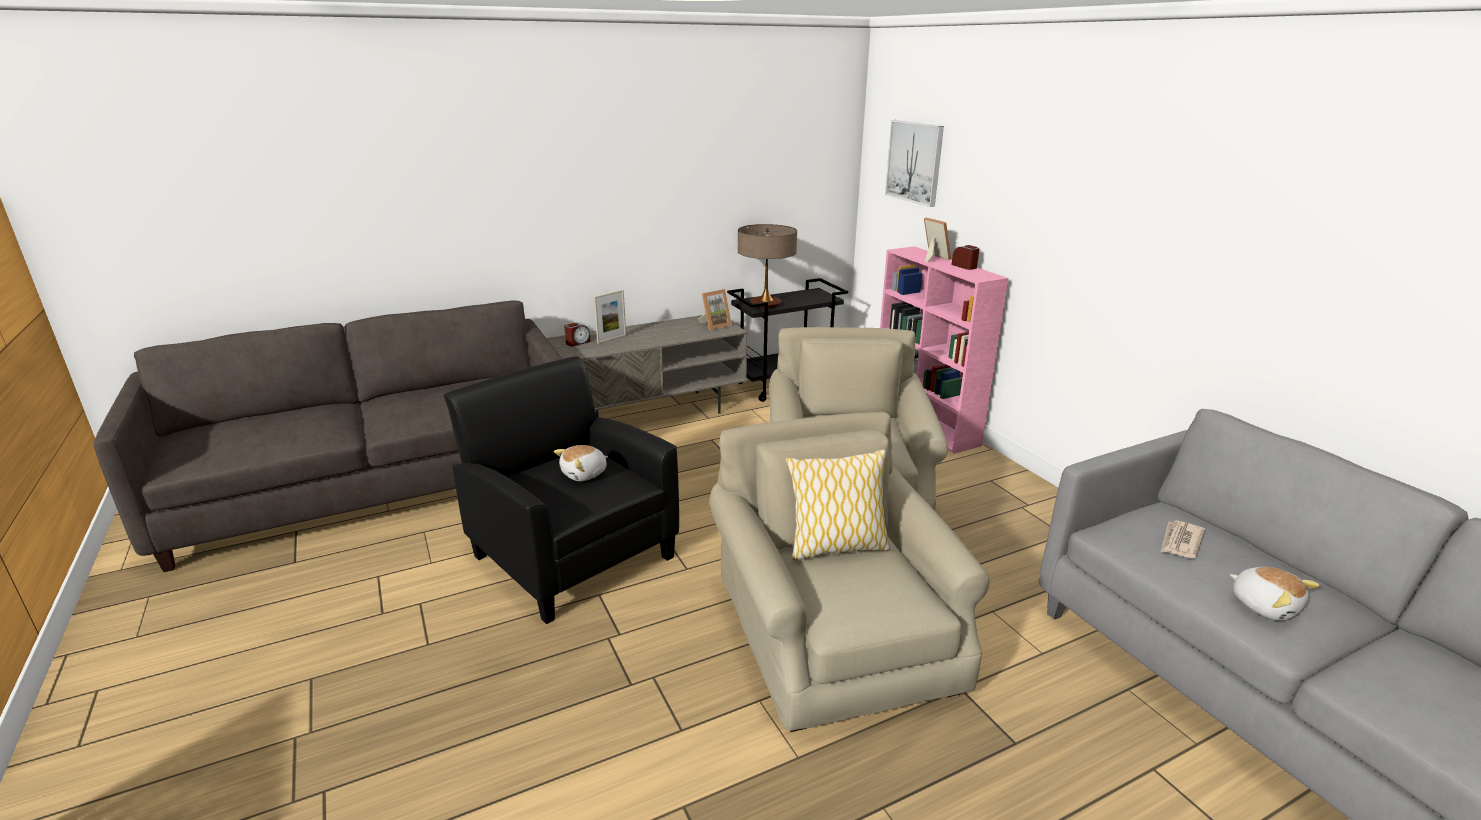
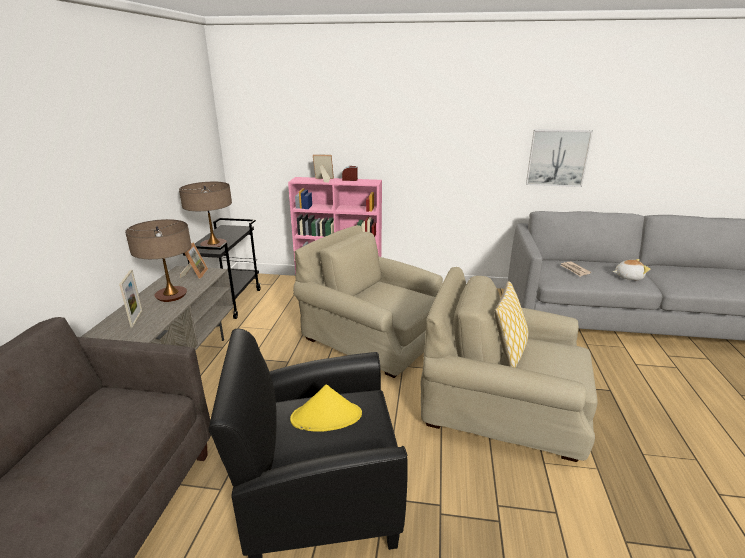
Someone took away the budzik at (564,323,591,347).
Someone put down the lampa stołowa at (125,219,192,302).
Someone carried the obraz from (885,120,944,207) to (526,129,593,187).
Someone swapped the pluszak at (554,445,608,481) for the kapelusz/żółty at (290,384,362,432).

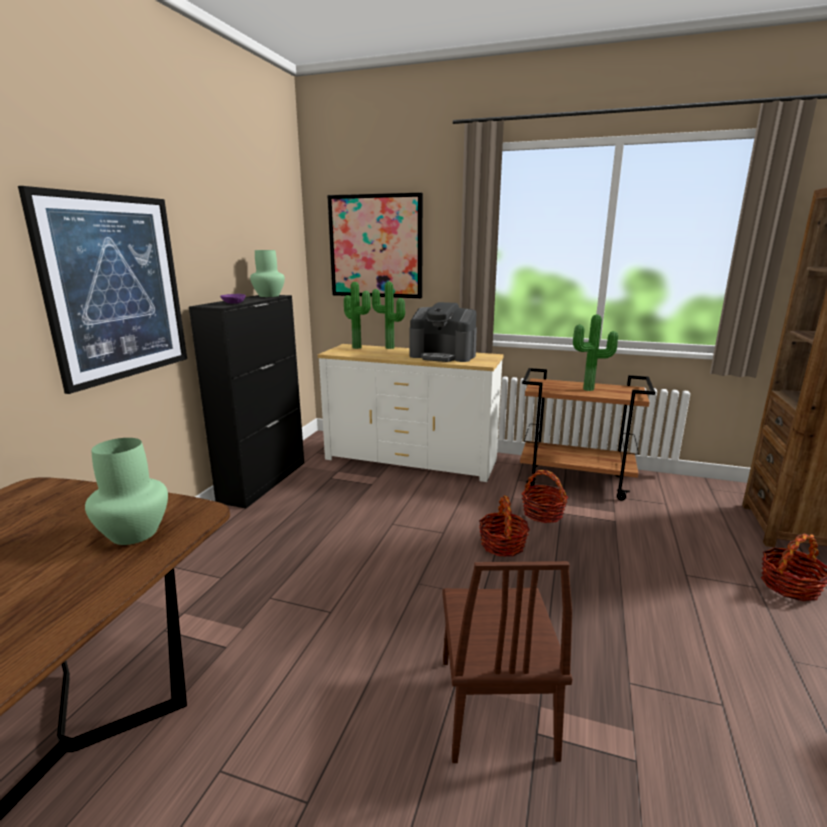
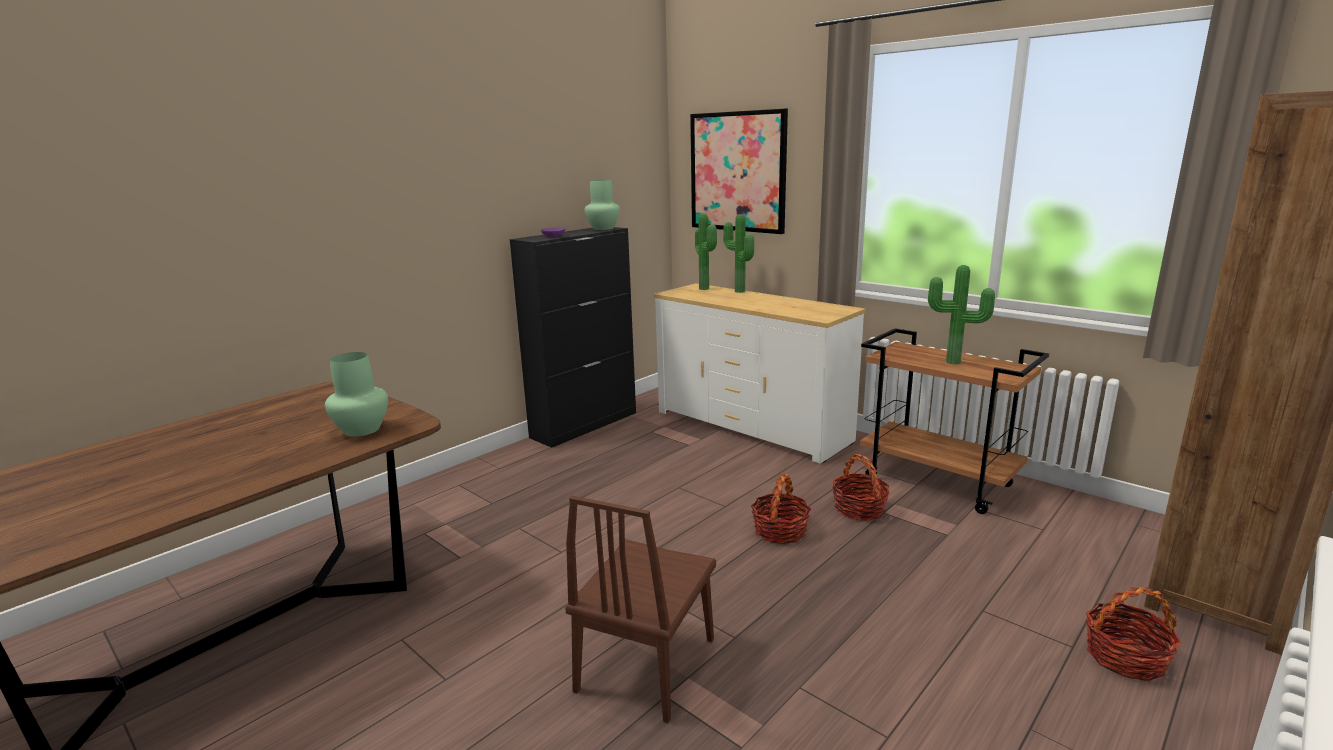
Someone took away the obraz at (18,186,187,394).
Someone took away the ekspres do kawy at (409,302,477,362).

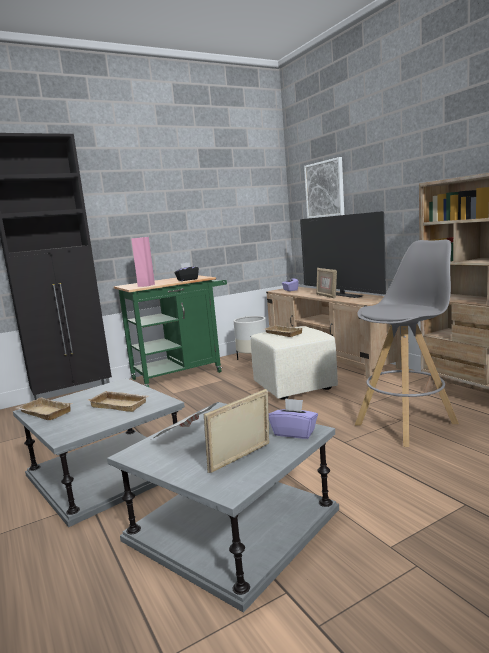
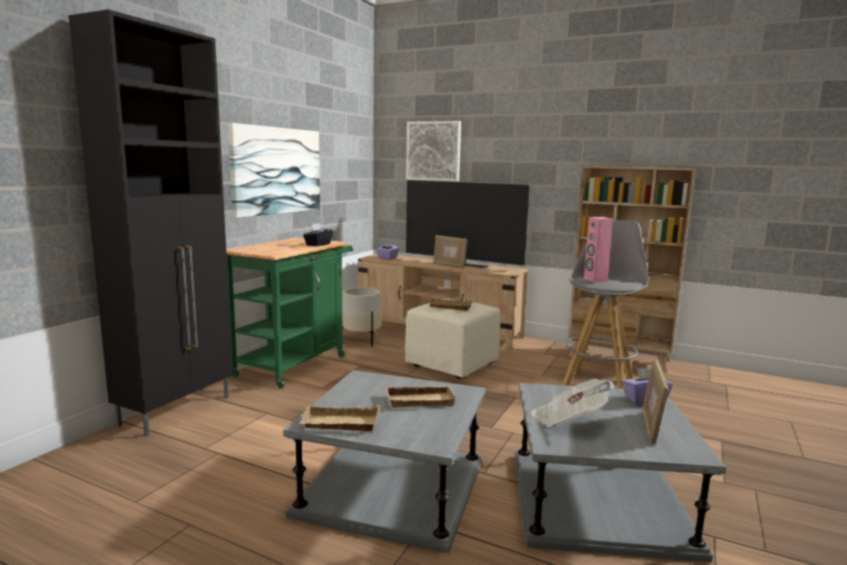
Someone put up the obraz at (228,123,320,218).
Someone carried the głośnik/różowy from (131,237,155,287) to (584,217,613,282).

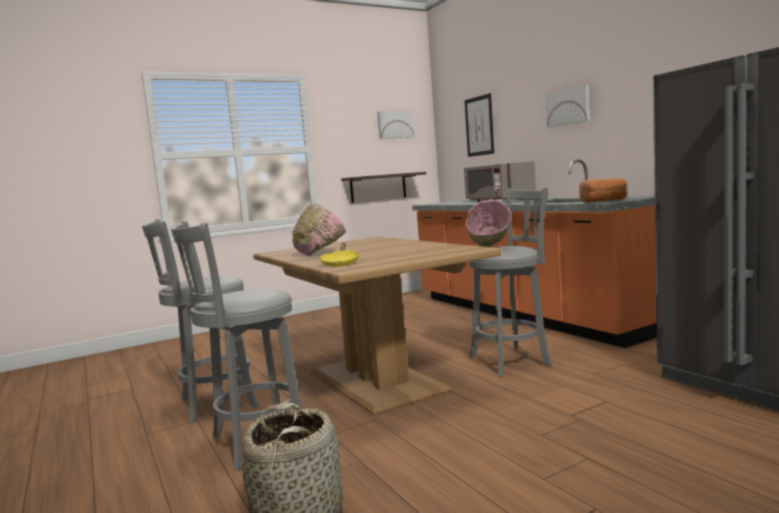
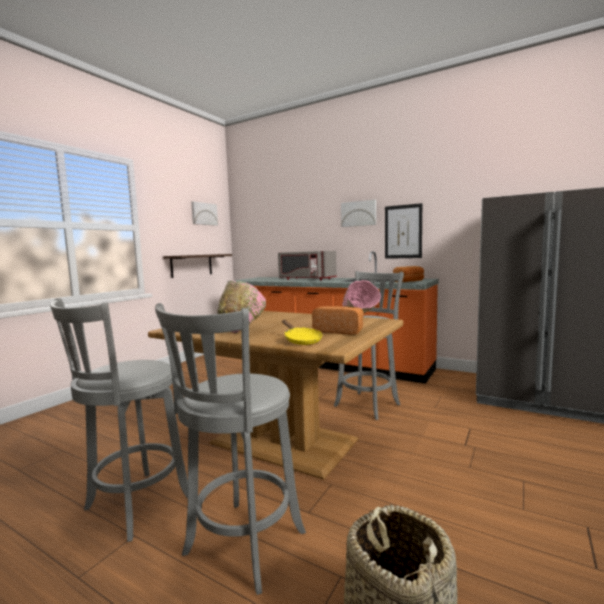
Someone put down the chleb at (312,306,364,335).
Someone carried the obraz from (464,93,494,157) to (385,203,422,259).

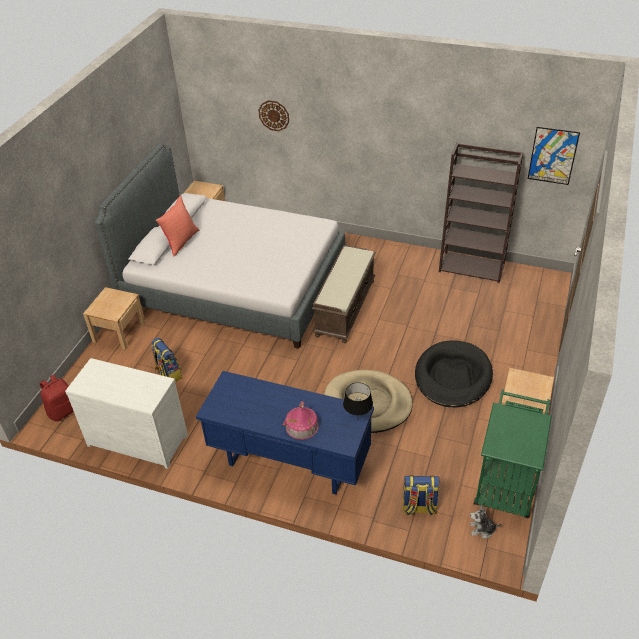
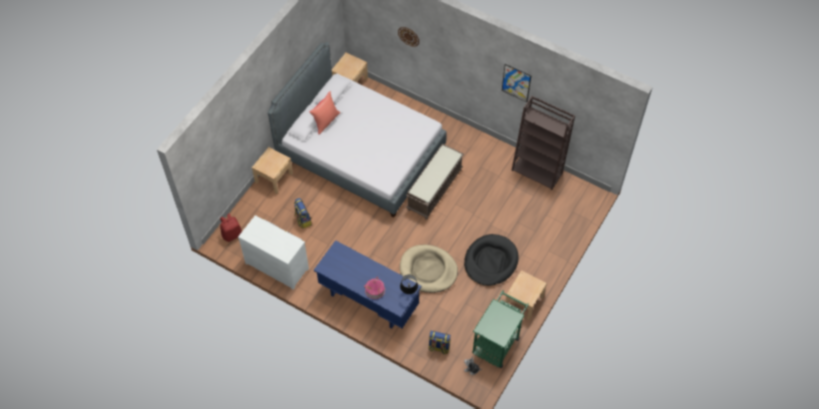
Someone carried the obraz from (528,127,580,185) to (502,64,531,102).

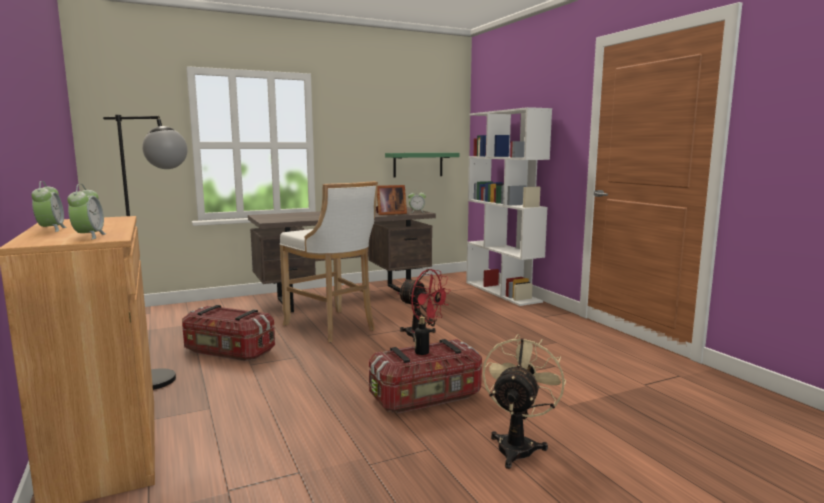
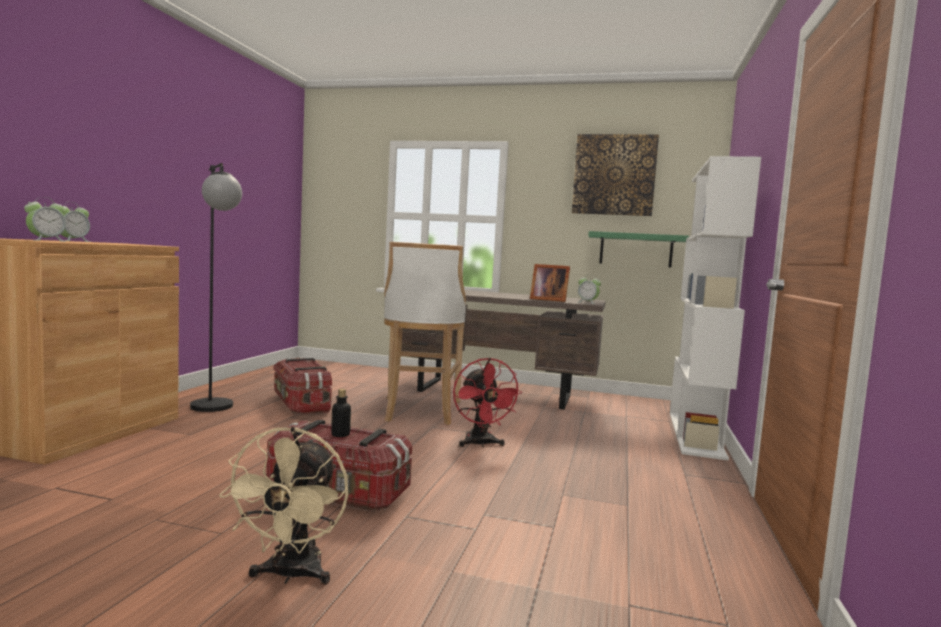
Someone put up the obraz at (572,134,659,216).
Someone rotated the wentylator/beżowy at (482,334,566,469) by 120 degrees clockwise.

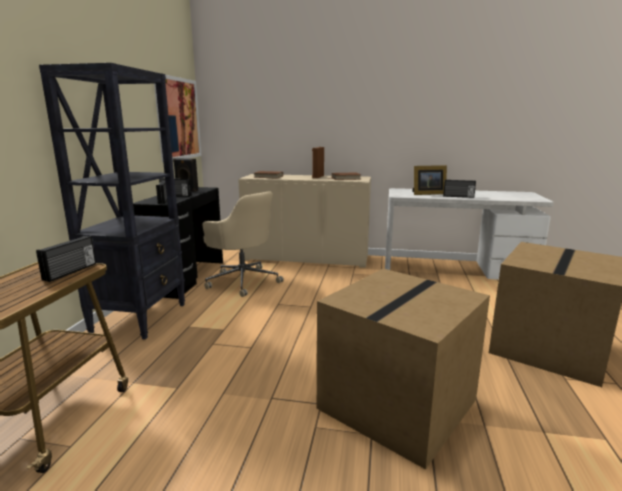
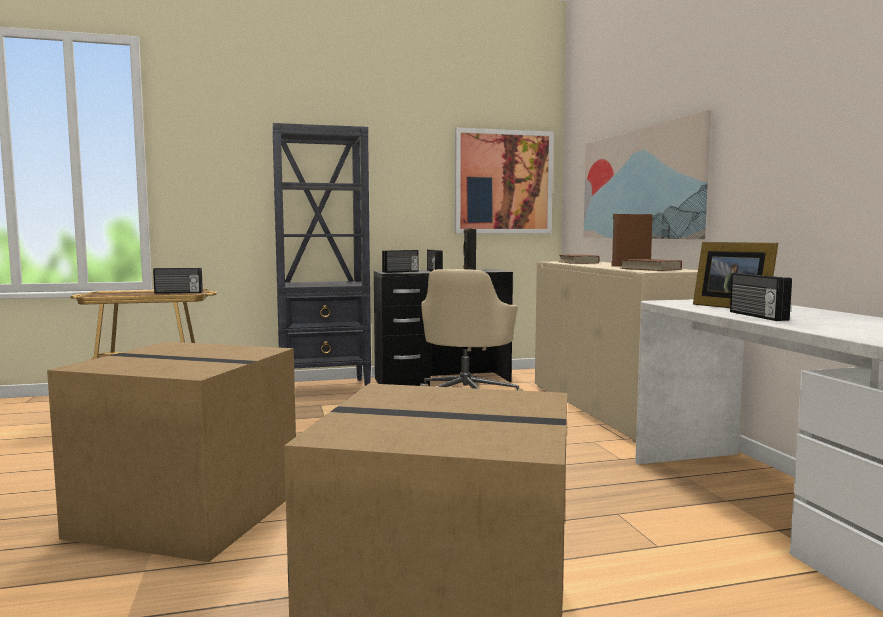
Someone put up the obraz at (583,110,711,239).

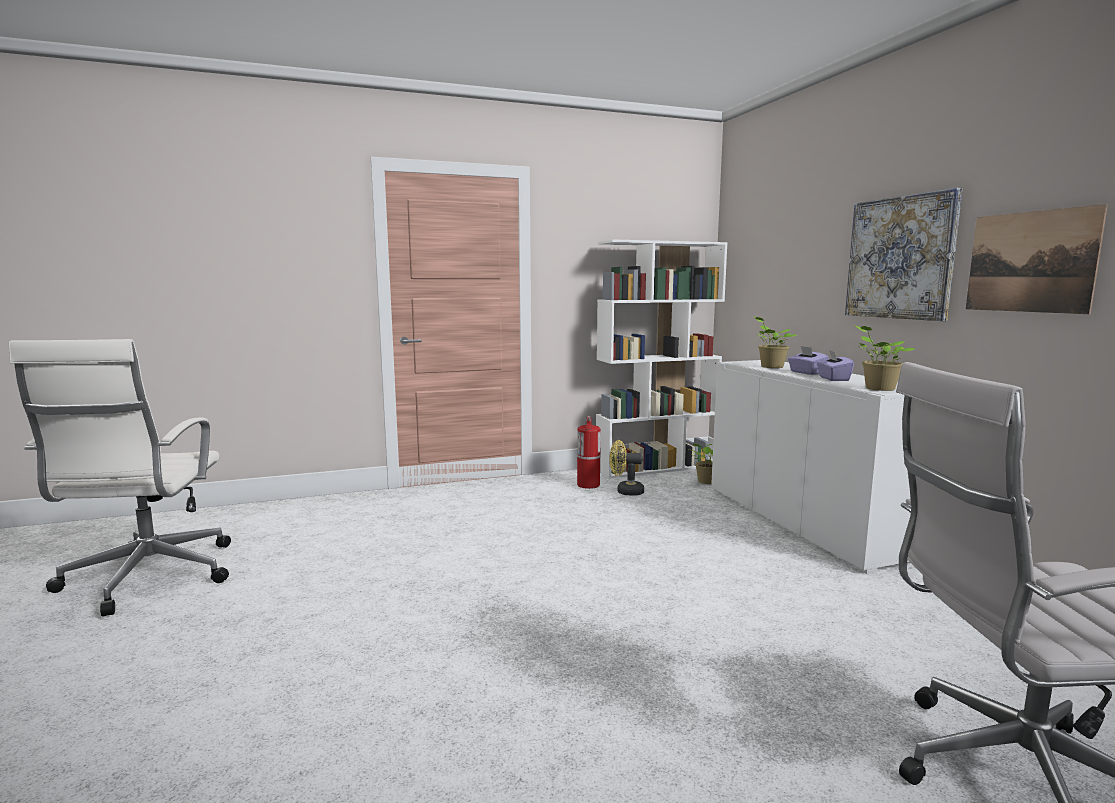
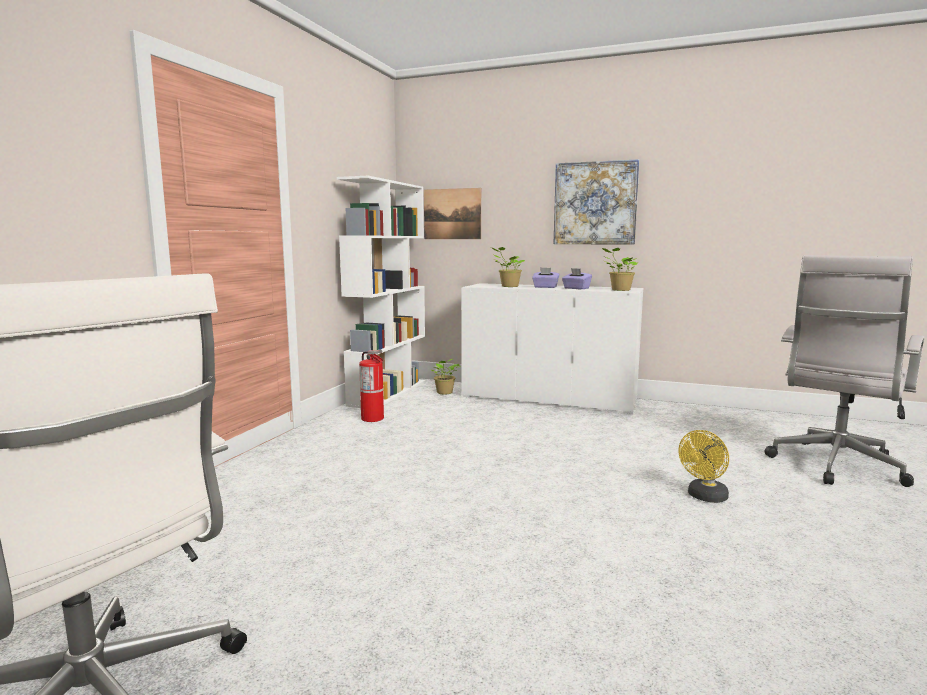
Someone carried the wentylator/żółty from (610,440,644,496) to (679,430,729,503).
Someone carried the obraz from (966,204,1108,314) to (424,188,481,239).

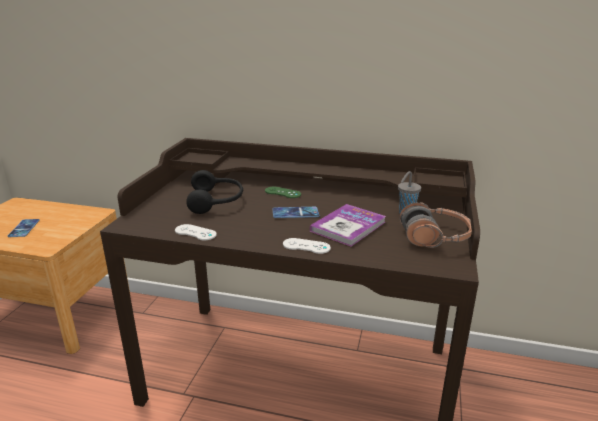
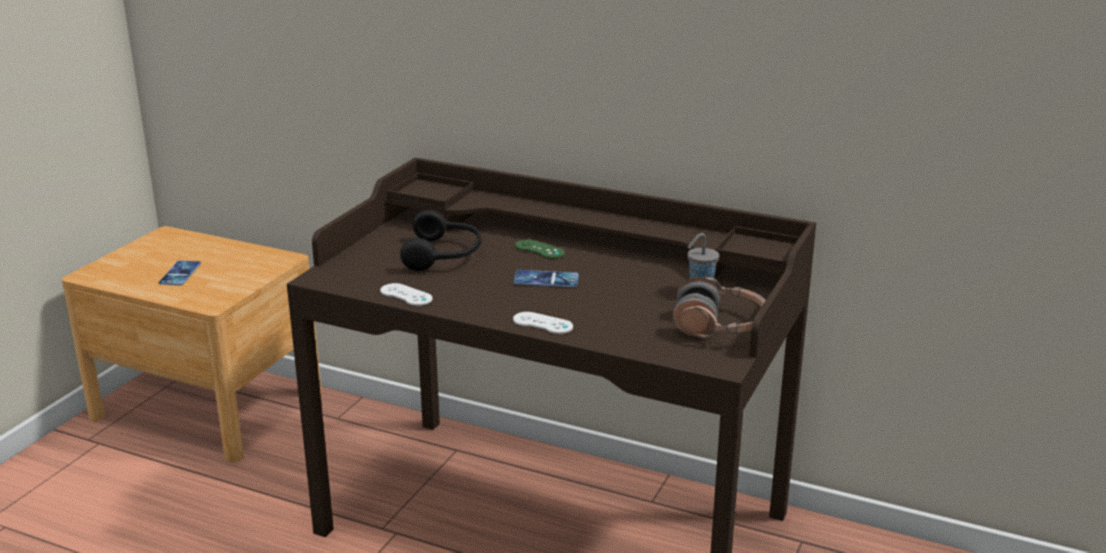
Someone took away the książka at (310,204,386,247).

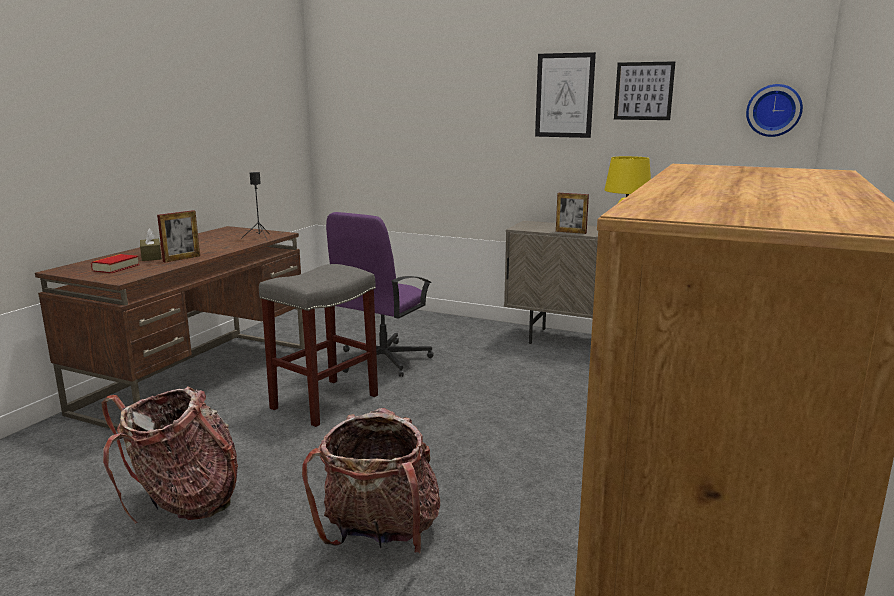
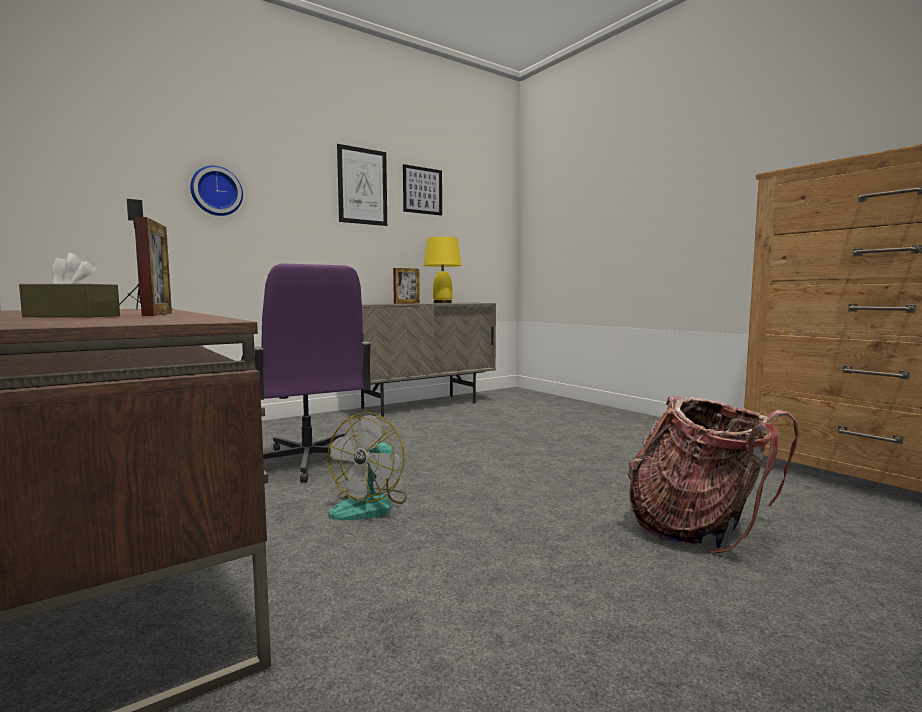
Someone took away the książka at (91,254,139,273).
Someone took away the plecak at (102,387,238,524).
Someone carried the zegar ścienny from (746,84,803,137) to (190,166,243,216).
Someone swapped the stołek/szary at (259,264,378,427) for the wentylator at (327,412,407,520).

